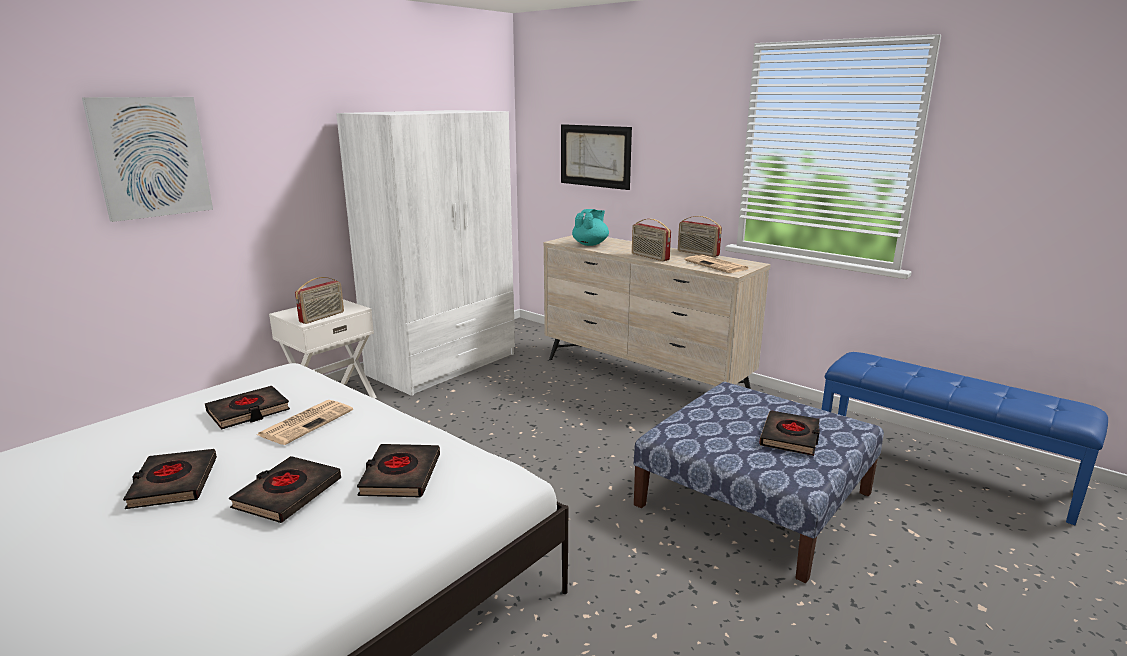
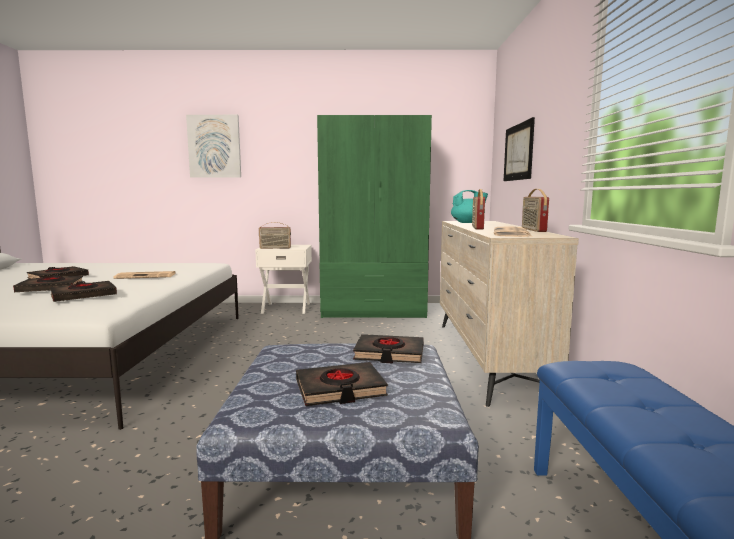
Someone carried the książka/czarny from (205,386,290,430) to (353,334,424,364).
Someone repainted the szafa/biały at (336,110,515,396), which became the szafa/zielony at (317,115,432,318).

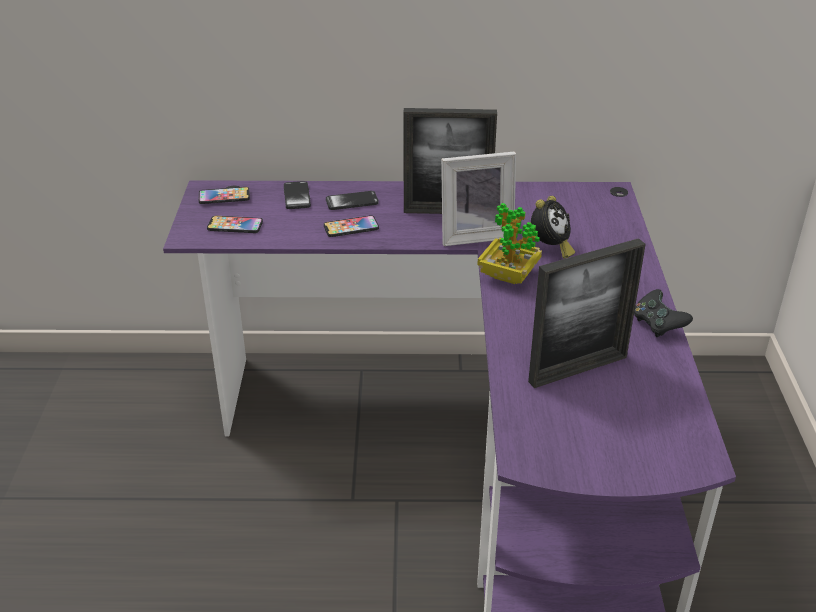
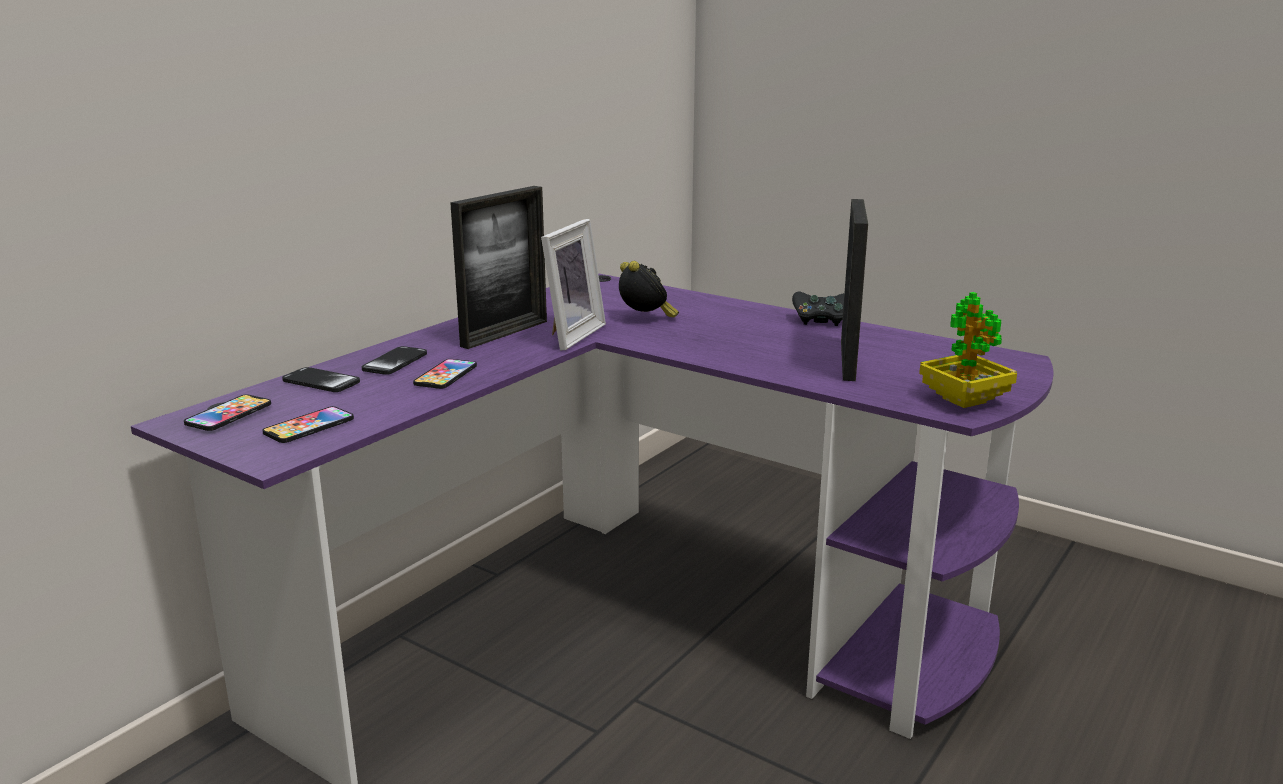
Someone carried the roślina doniczkowa from (477,203,542,284) to (919,292,1017,408).

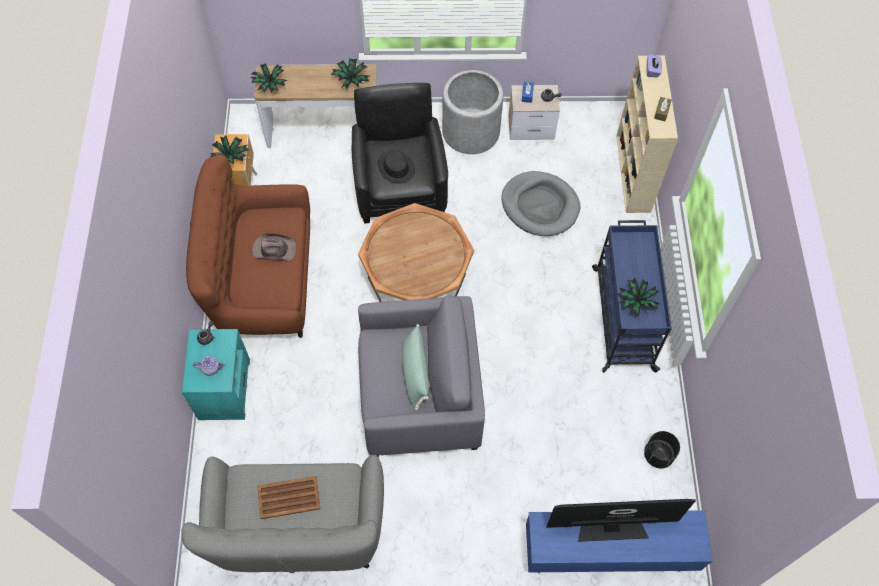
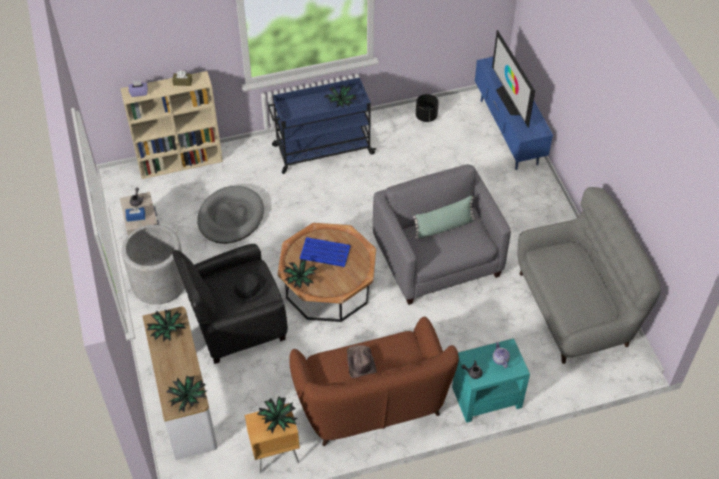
Someone took away the taca/brązowy at (257,476,320,519).
Someone put down the roślina doniczkowa at (283,259,318,289).
Someone put down the taca/niebieski at (300,237,351,267).

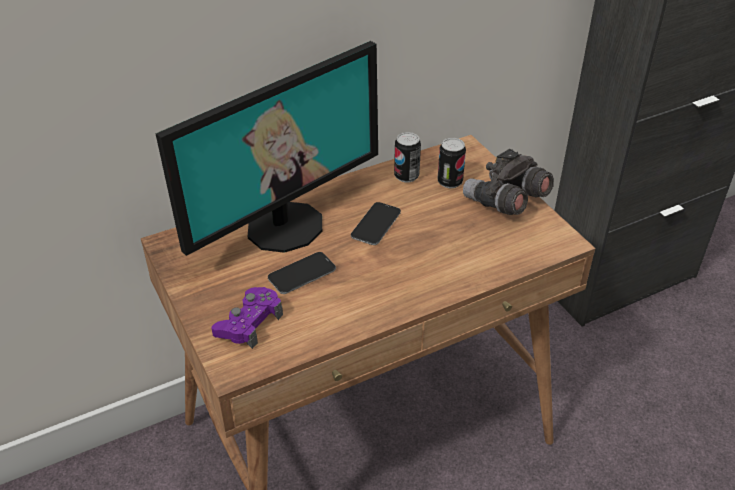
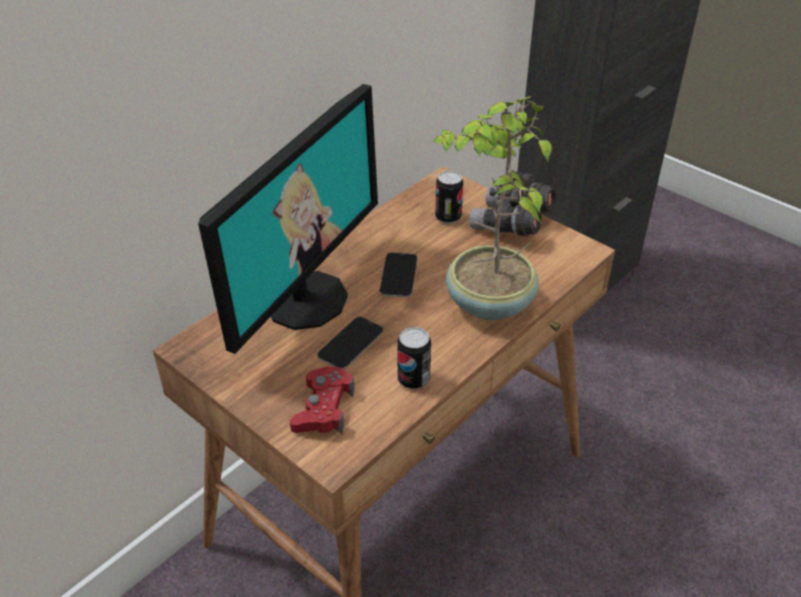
Someone put down the roślina doniczkowa at (431,96,552,320).
Someone carried the puszka from (394,132,421,183) to (398,327,431,389).
Someone repainted the pad do gier/fioletowy at (212,287,283,349), which became the pad do gier/czerwony at (290,367,355,434).

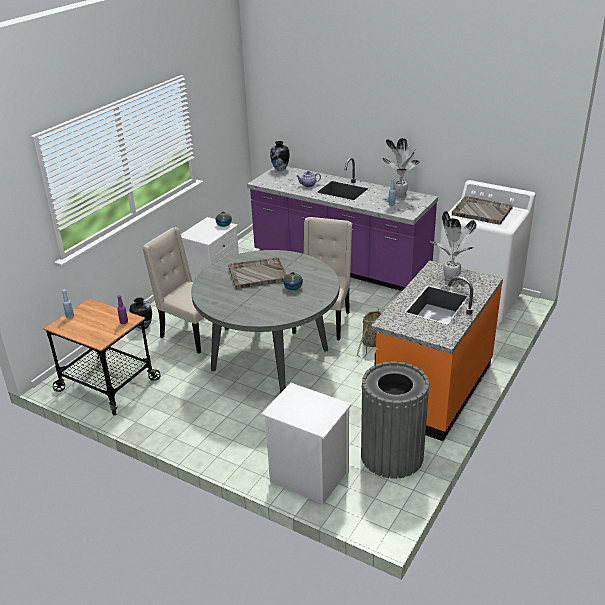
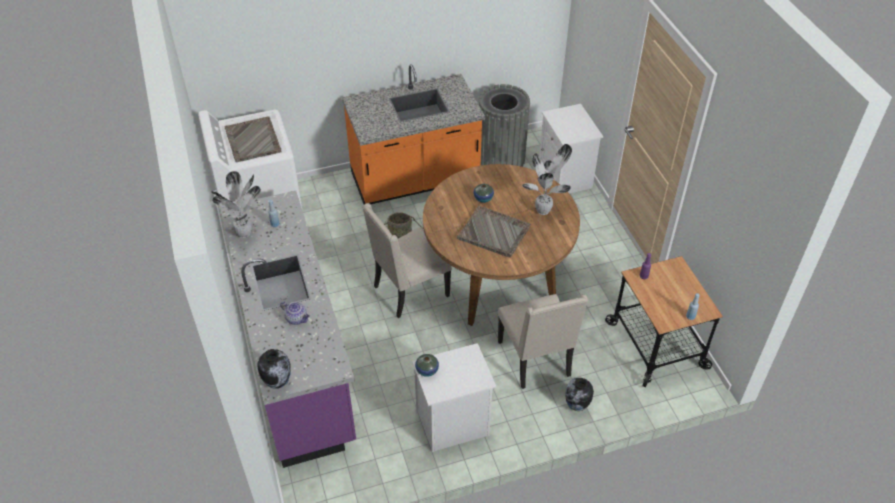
Someone carried the roślina doniczkowa from (429,211,477,280) to (522,144,572,215).
Someone repainted the stół jadalny/szary at (191,250,339,393), which became the stół jadalny/brązowy at (423,164,580,326).

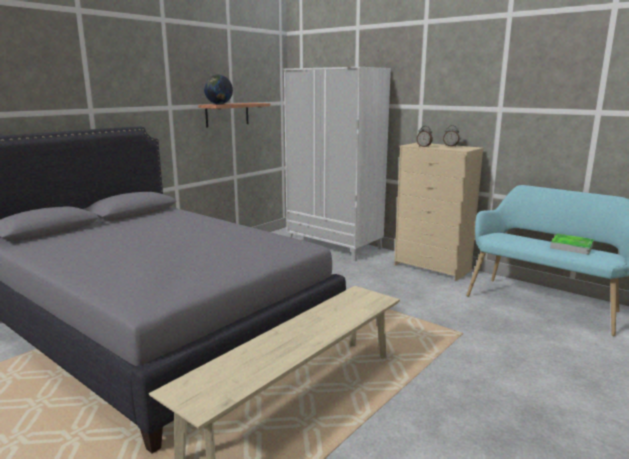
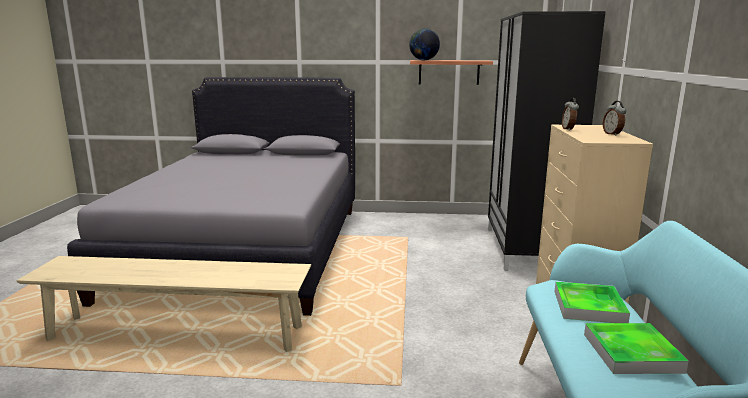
Someone put down the taca at (554,282,630,323).
Someone repainted the szafa/biały at (283,67,391,261), which became the szafa/czarny at (488,11,606,271).

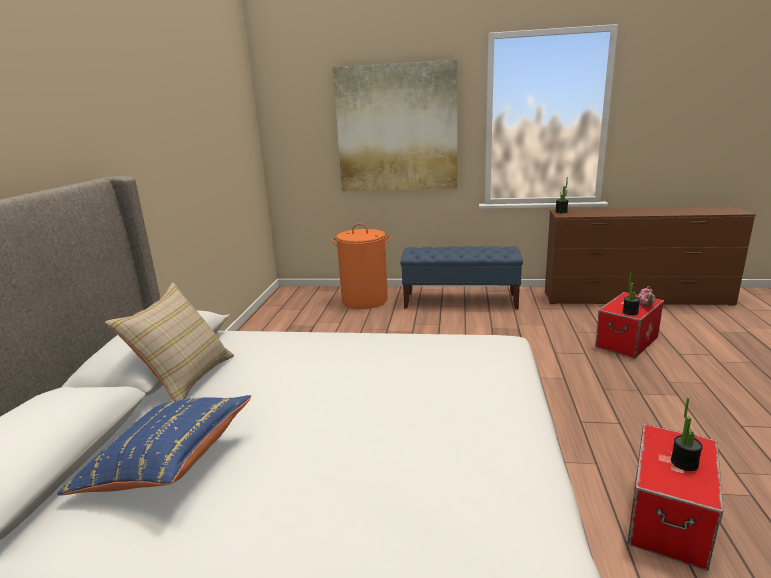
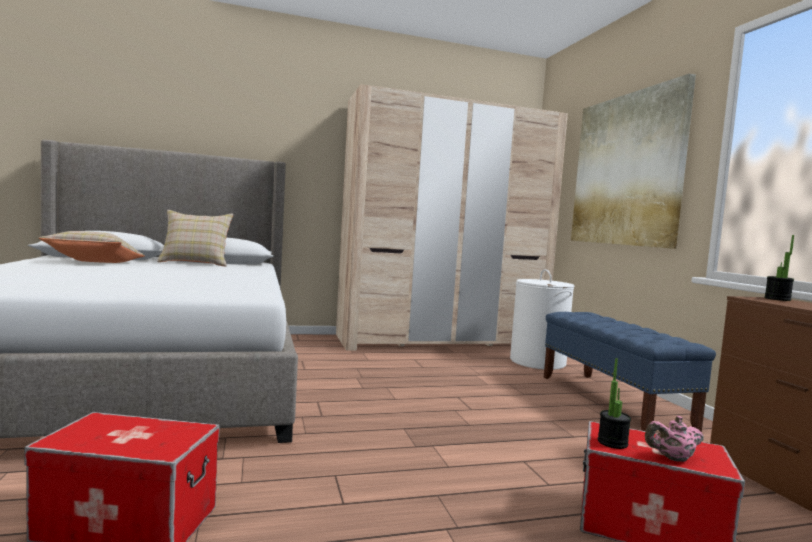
Someone took away the roślina doniczkowa at (671,398,703,471).
Someone put down the szafa/beżowy at (336,84,568,351).
Someone repainted the poduszka/niebieski at (57,395,251,496), which became the poduszka/beżowy at (39,231,145,263).
Someone repainted the kosz na pranie/pomarańczowy at (331,223,391,309), which became the kosz na pranie/biały at (510,269,575,370).

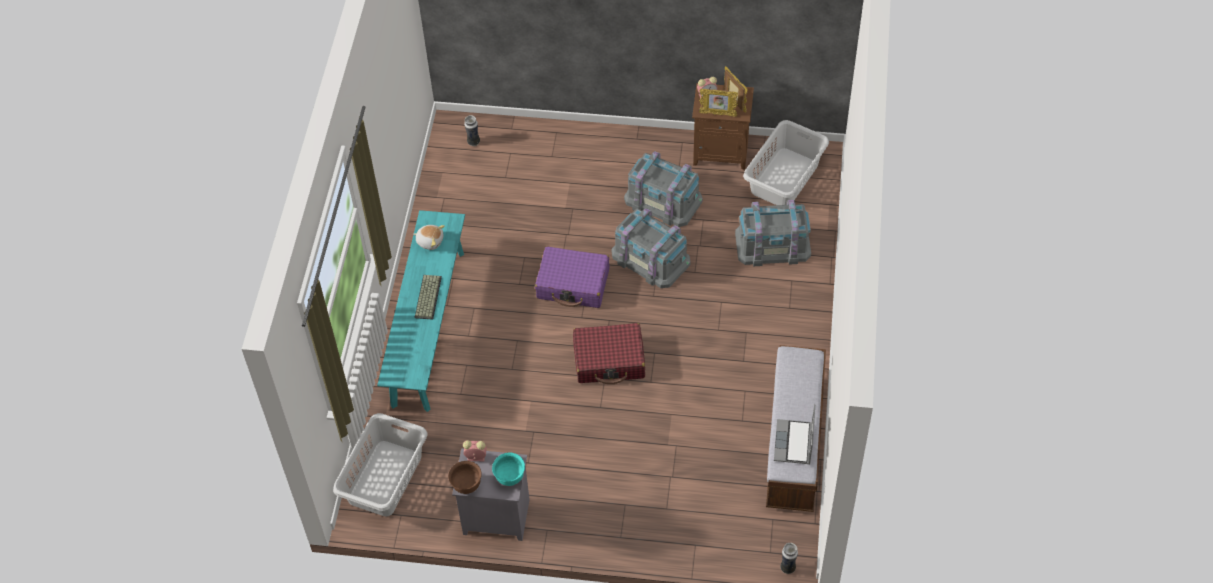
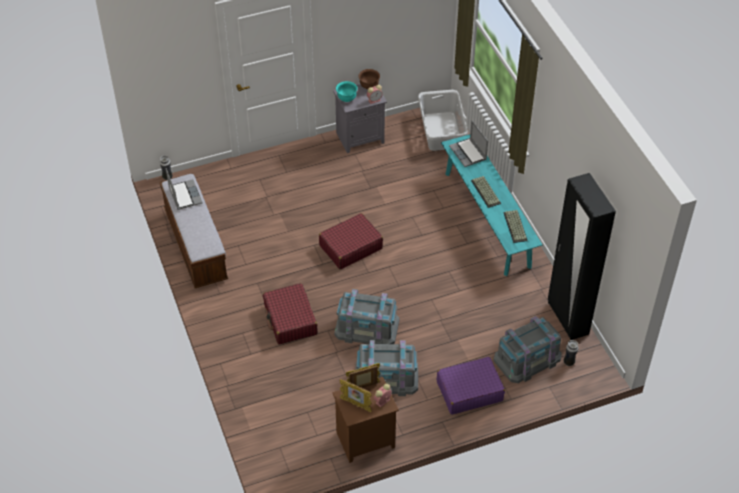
Someone took away the kosz na pranie/szary at (743,120,829,205).
Someone put down the walizka/czerwony at (263,283,318,345).
Someone put down the laptop at (449,120,488,167).
Someone put down the szafa/czarny at (548,173,616,340).
Someone carried the walizka/fioletowy from (535,246,609,308) to (437,357,505,415).
Someone carried the pojemnik do przechowywania/szary from (735,200,811,266) to (493,316,562,383).
Someone swapped the pluszak at (414,225,445,250) for the klawiatura at (504,210,528,243).

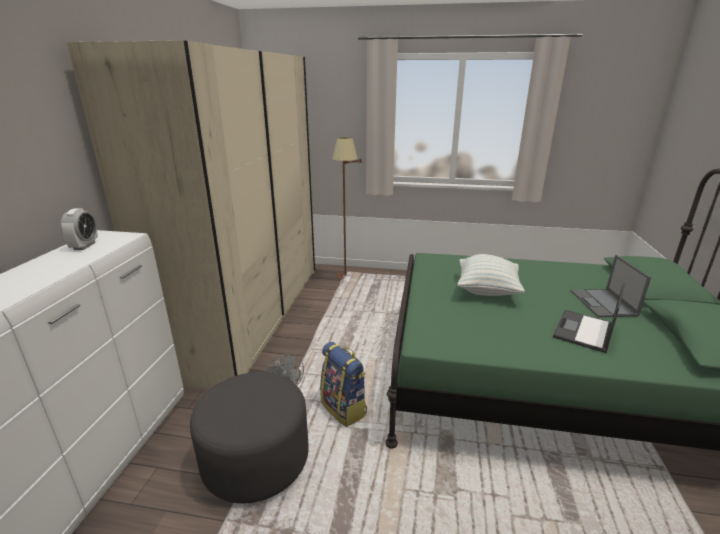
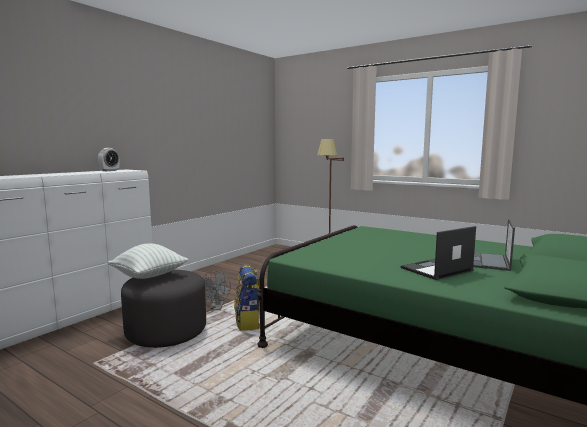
Someone took away the szafa/beżowy at (67,40,315,390).
Someone carried the poduszka from (457,254,525,296) to (108,243,189,279).

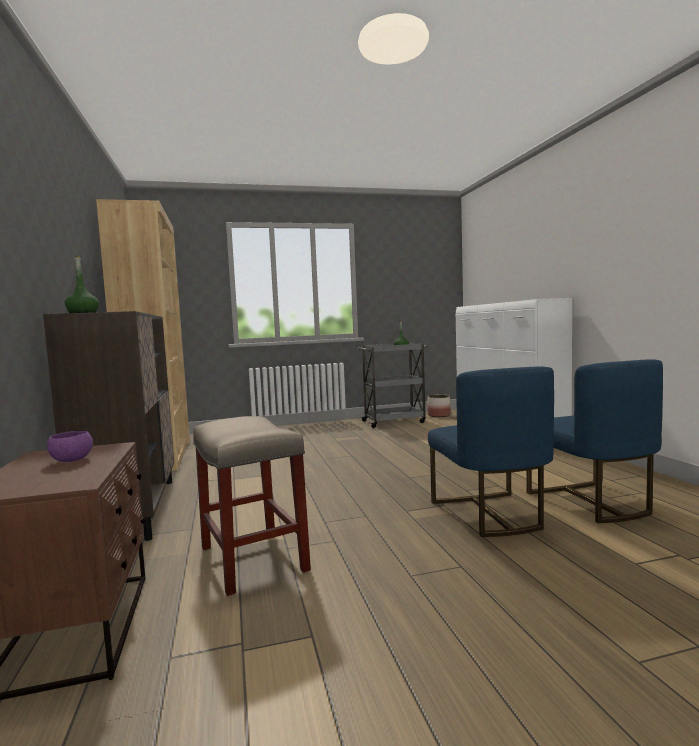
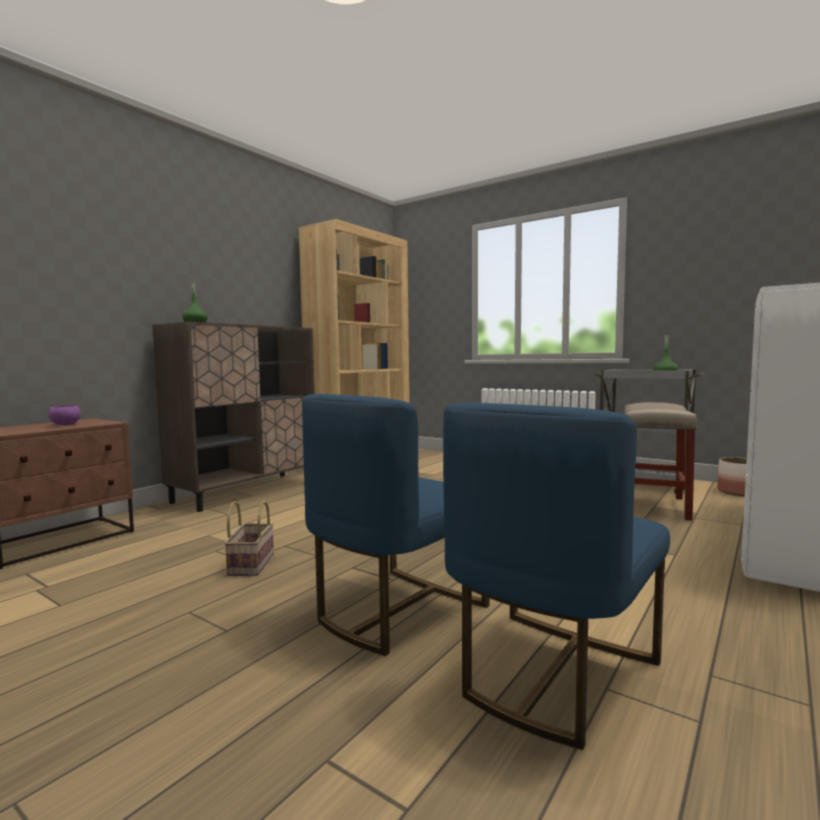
Someone put down the koszyk at (224,501,274,576).
Someone carried the stołek/beżowy from (193,416,311,596) to (624,402,697,521).

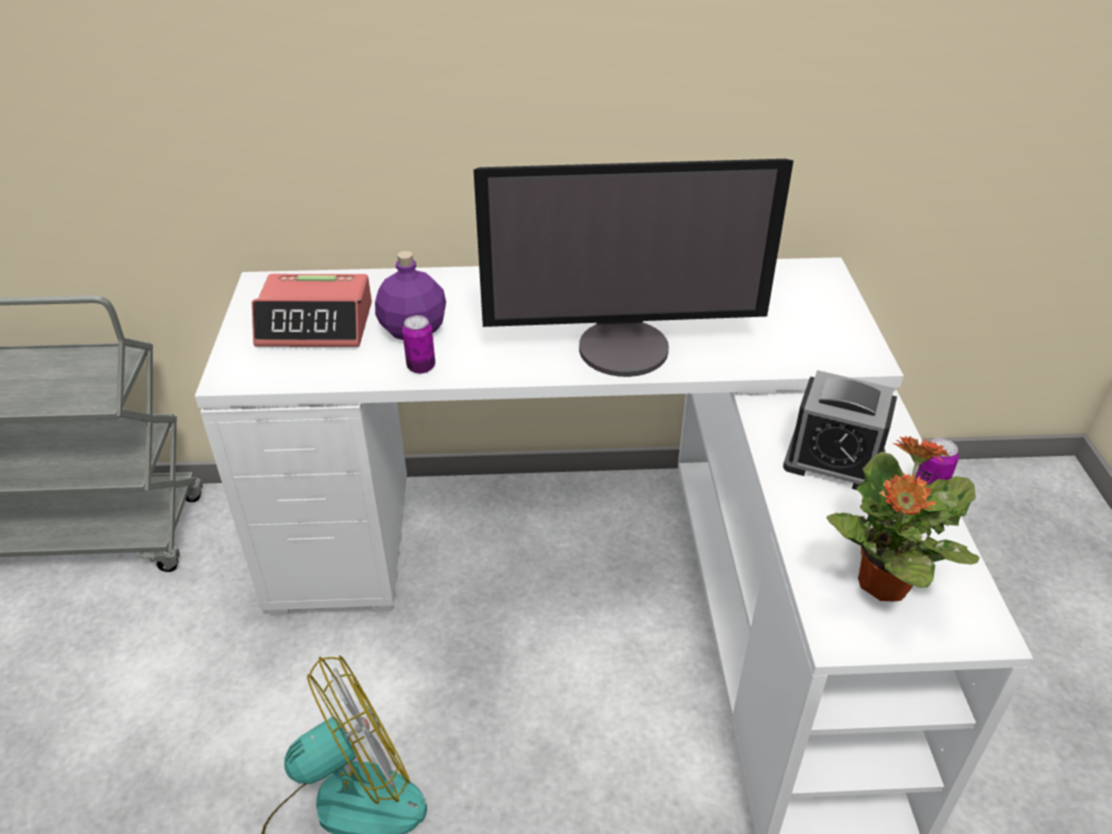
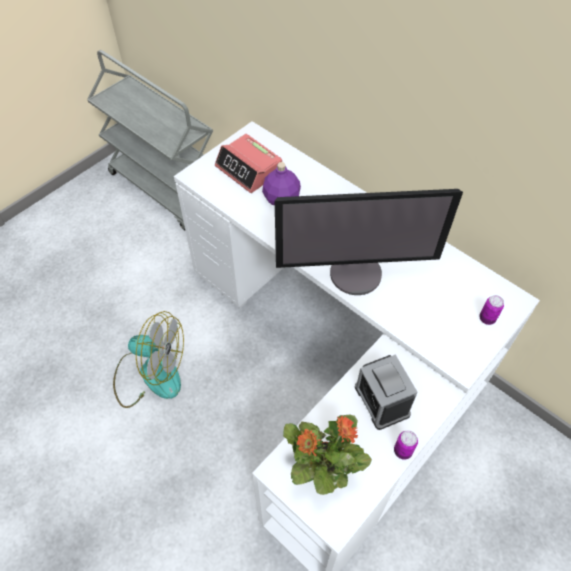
Someone carried the puszka from (402,315,435,374) to (479,295,504,325).
Someone rotated the monitor at (474,159,794,377) by 45 degrees counterclockwise.

